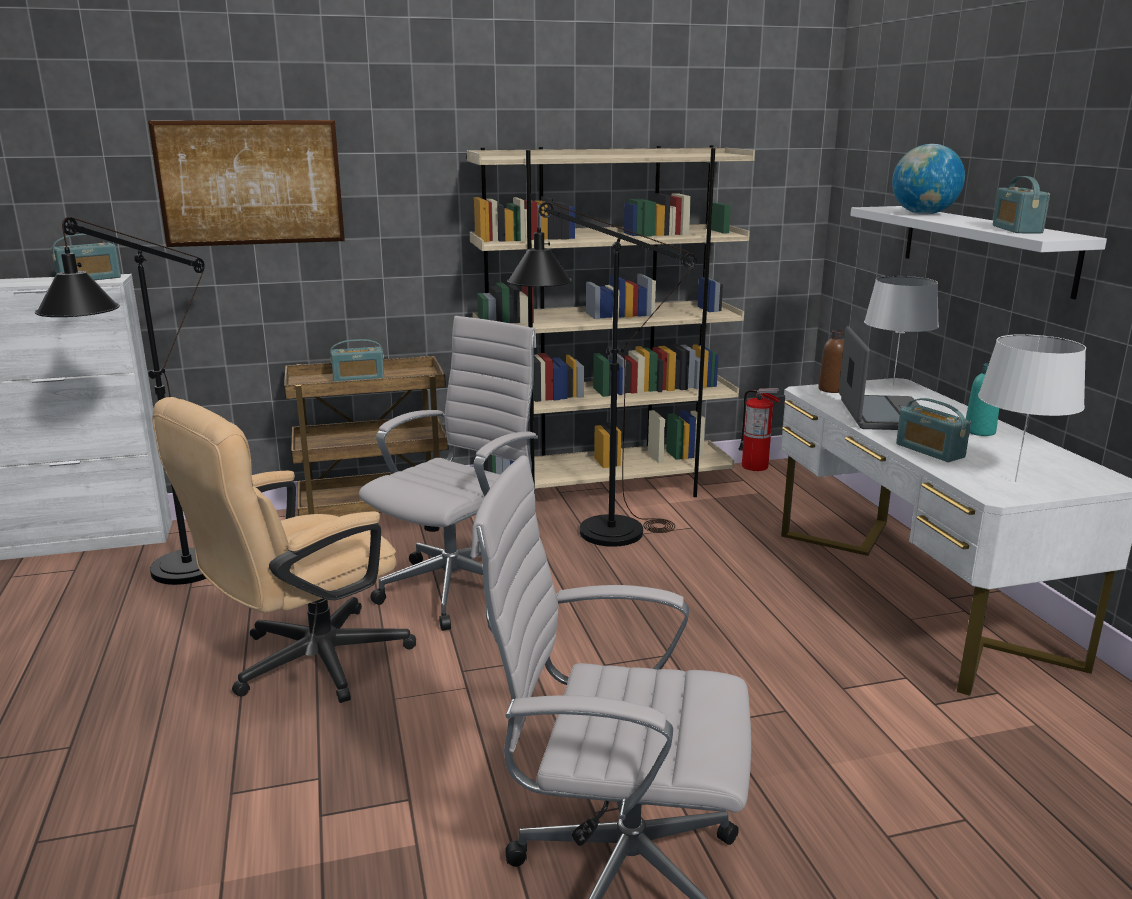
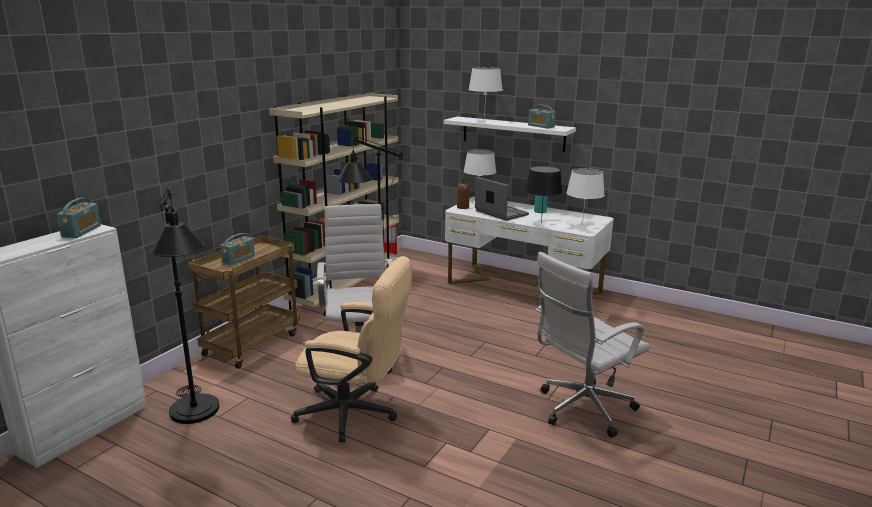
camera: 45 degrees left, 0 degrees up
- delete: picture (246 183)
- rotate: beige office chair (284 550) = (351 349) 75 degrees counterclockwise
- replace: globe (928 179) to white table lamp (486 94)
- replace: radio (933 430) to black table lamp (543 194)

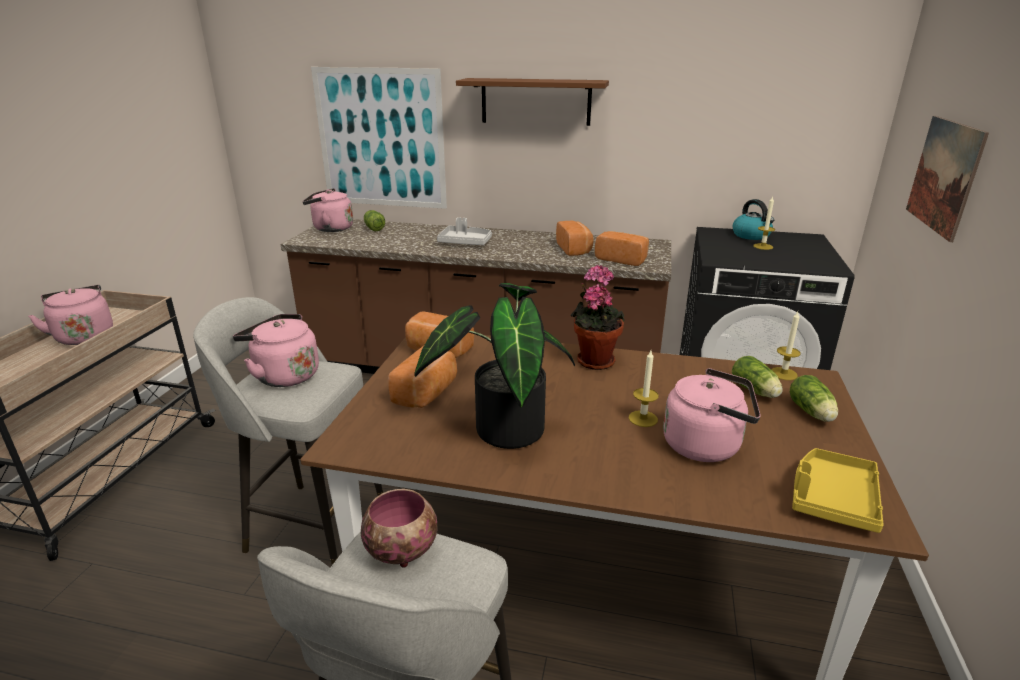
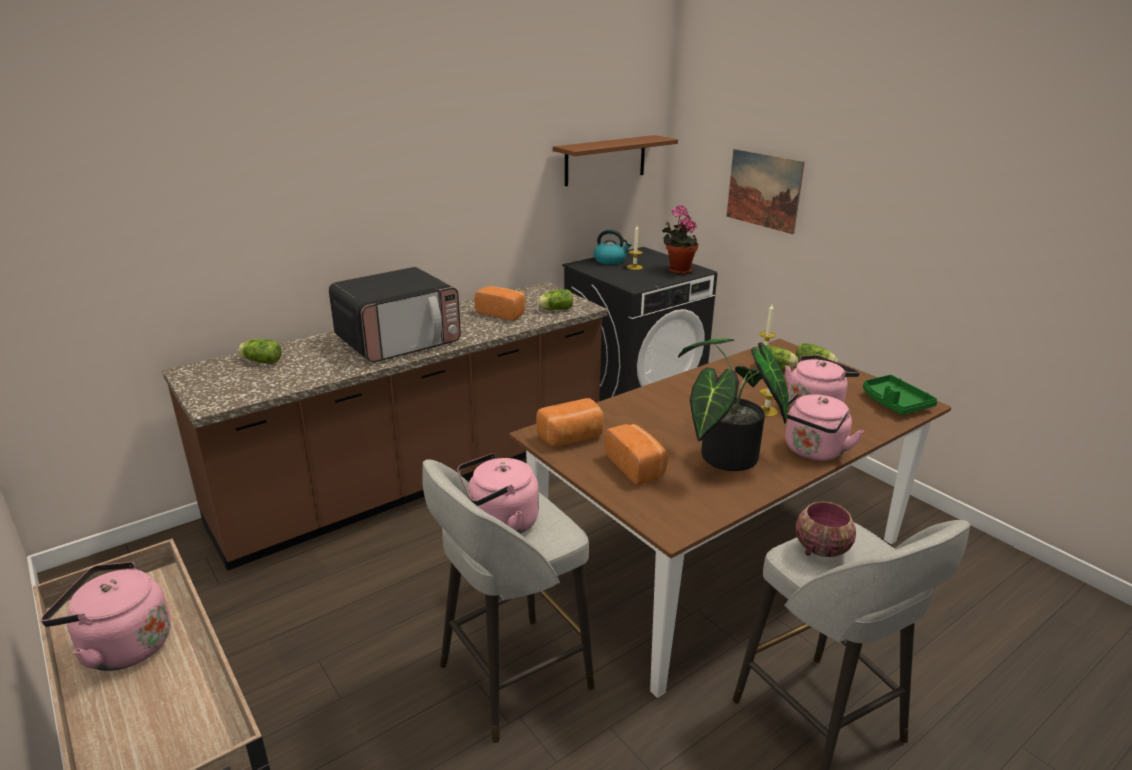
camera: 50 degrees left, 0 degrees up
- move: pink kettle (327 210) to (822 427)
- delete: picture (379 138)
- replace: grey tray (464 231) to microwave (395 315)
- move: brown shelf (532 102) to (615 160)
- move: potted plant (598 317) to (680 240)
- replace: bread (622 248) to lettuce (555 299)
- recolor: yellow tray (838 490) to green tray (900 395)

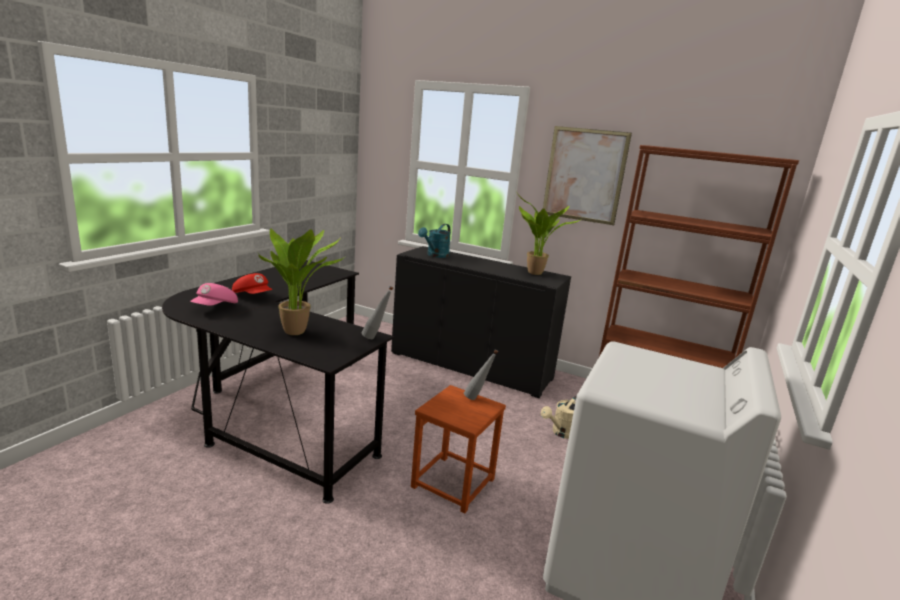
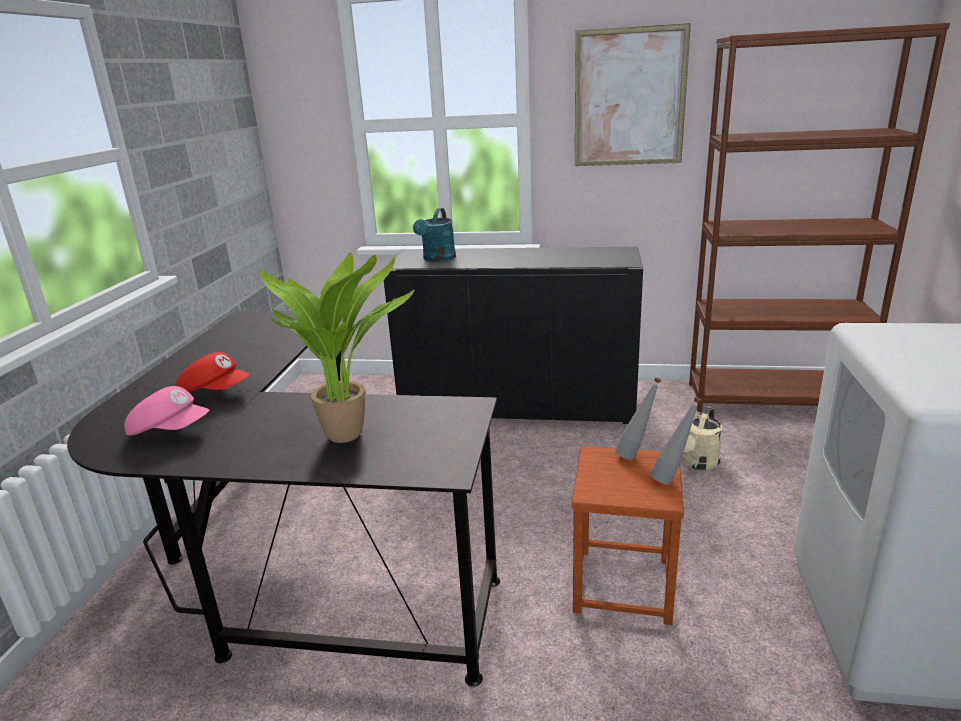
camera: 15 degrees left, 5 degrees up
- rotate: pink cap (214 294) = (166 410) 75 degrees counterclockwise
- move: grey bottle (377 312) to (675 441)
- delete: potted plant (548 233)

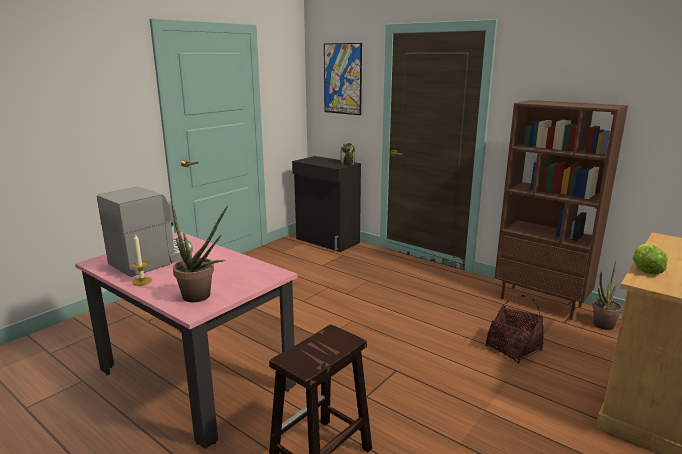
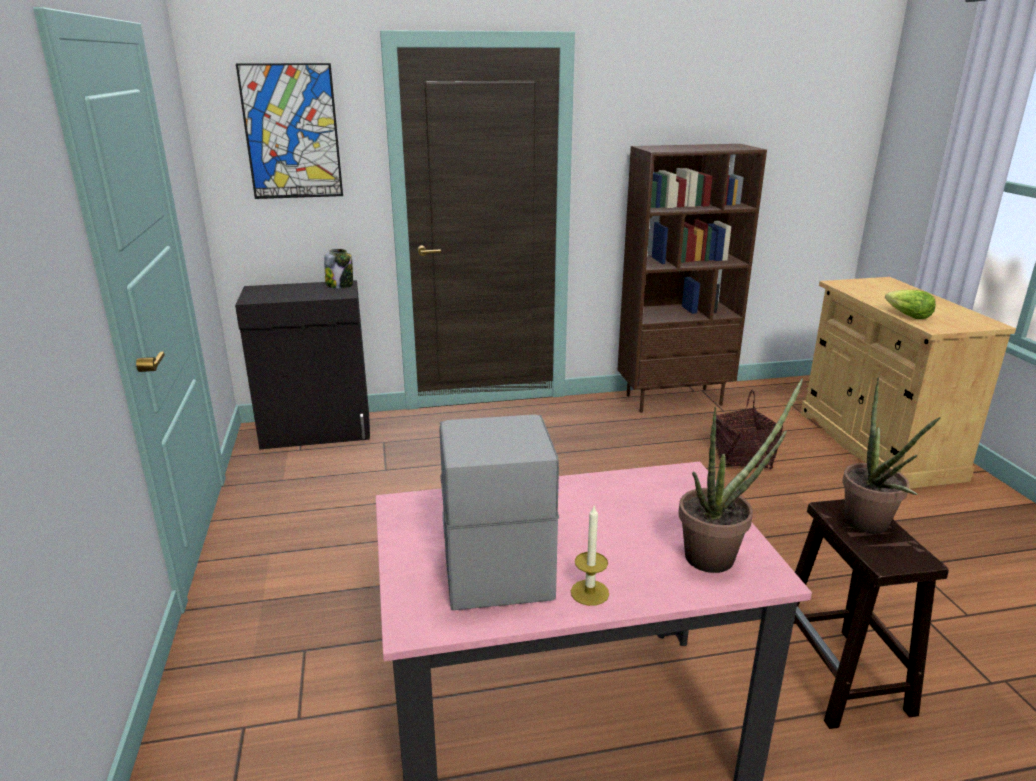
camera: 50 degrees left, 5 degrees up
- move: potted plant (607 295) to (891 455)

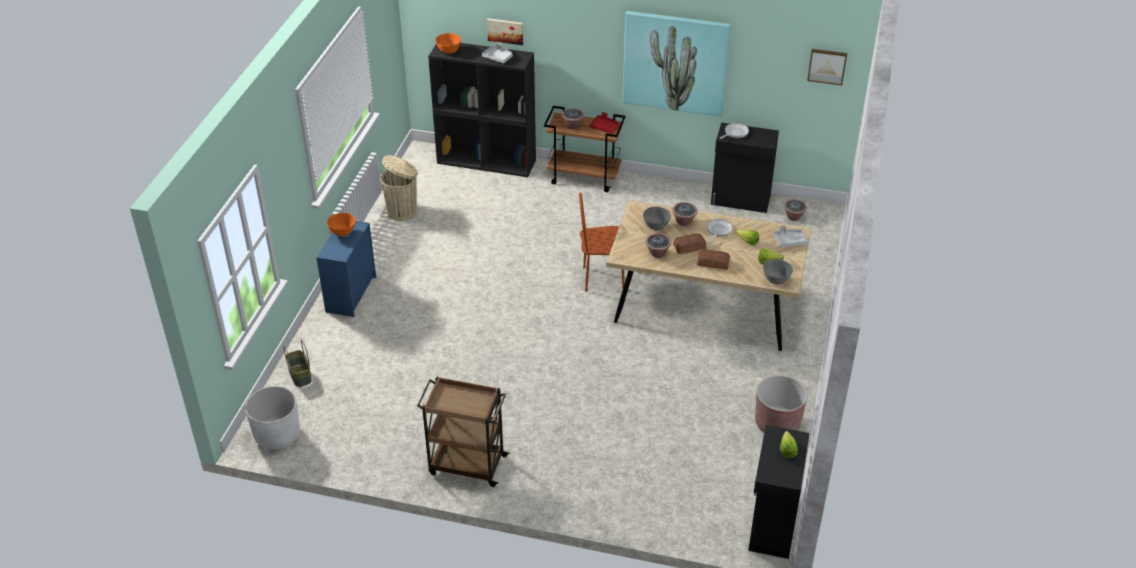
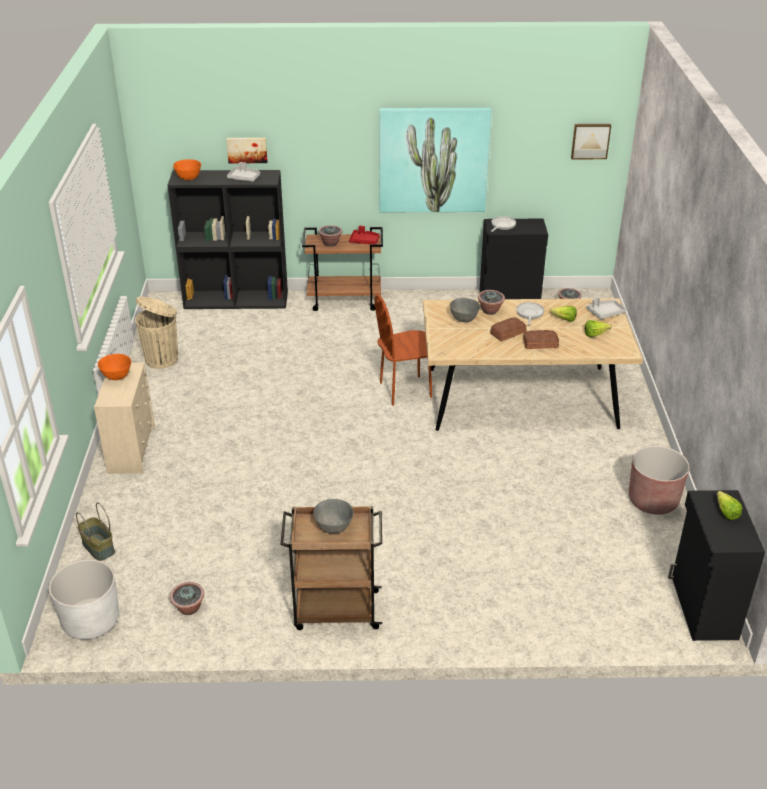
camera: 15 degrees left, 5 degrees down
- recolor: blue dresser (346 269) to beige dresser (124 418)
- move: potted plant (658 245) to (187 598)
- move: grey bowl (778 271) to (333 516)

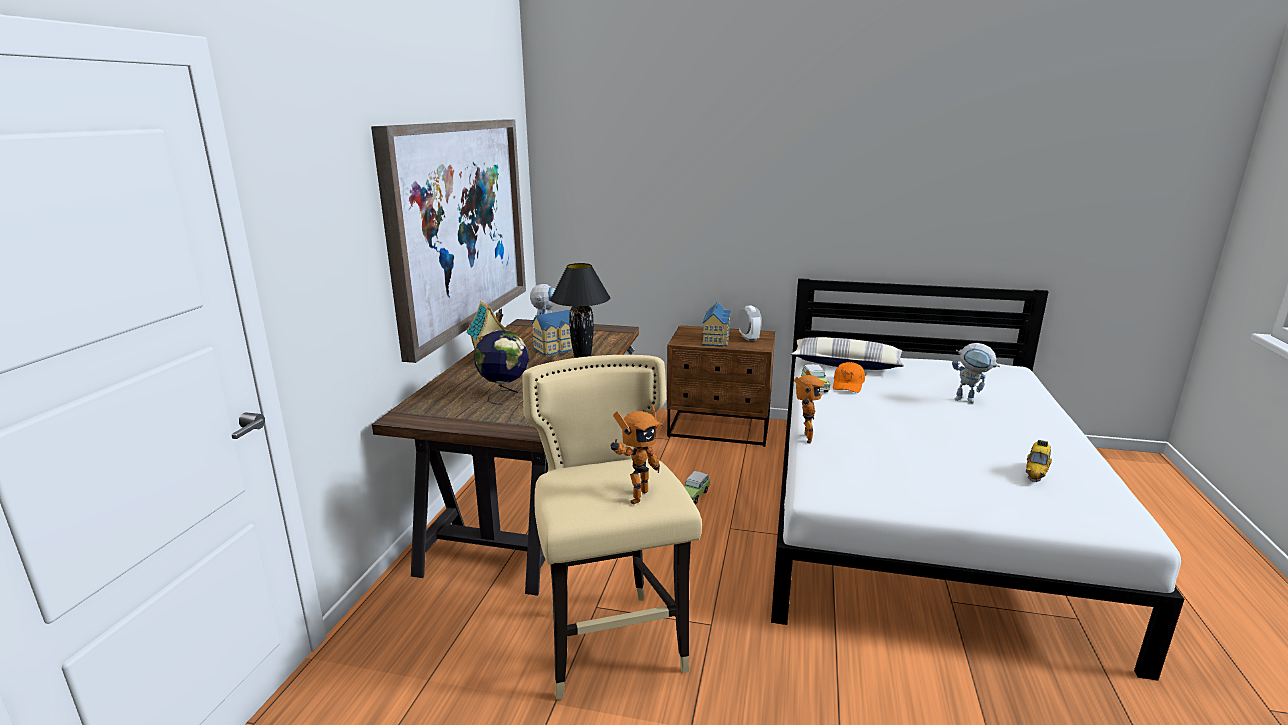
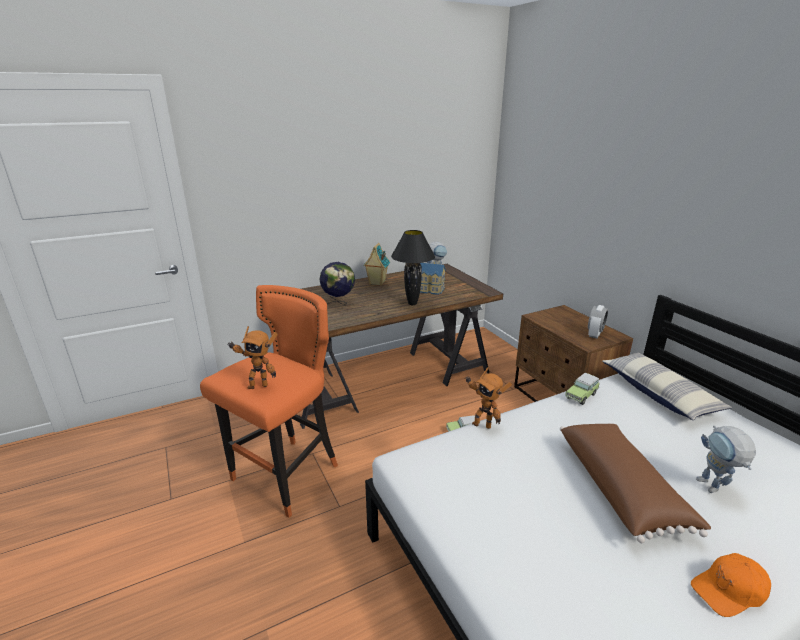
camera: 50 degrees right, 5 degrees up
- delete: picture (448 241)
- recolor: beige stool (612 527) to orange stool (269 401)
- delete: toy house (716 324)
- rotate: toy robot (810 406) = (488 398) 60 degrees clockwise
- move: orange cap (849 377) to (731 585)
- delete: toy car (1039 461)
- insert: brown pillow (635 483)

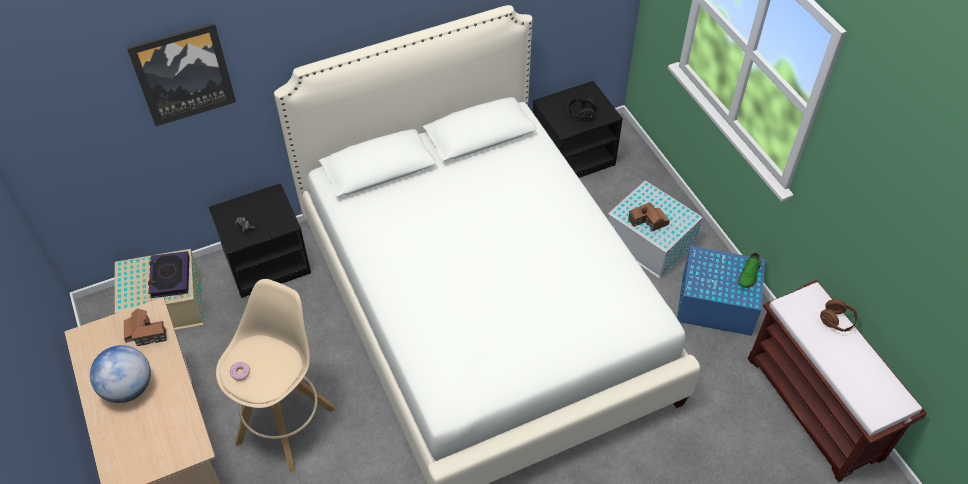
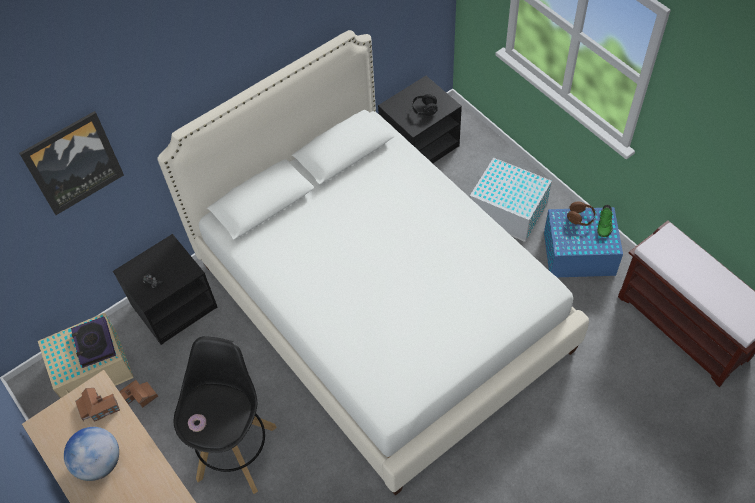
camera: 10 degrees left, 5 degrees up
- recolor: beige stool (275 375) to black stool (225 415)
- move: toy house (649 217) to (138 394)
- move: brown headphones (839 315) to (581 214)

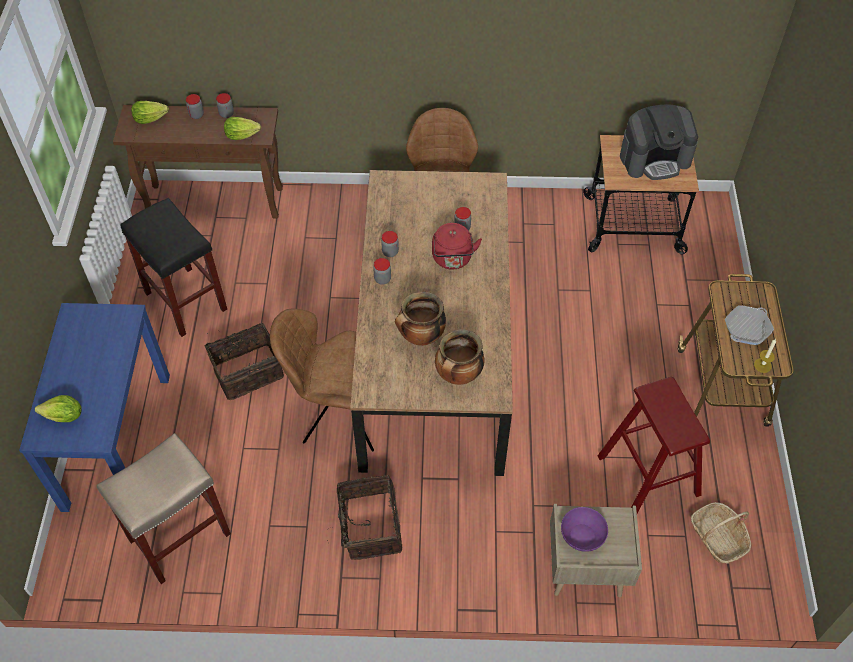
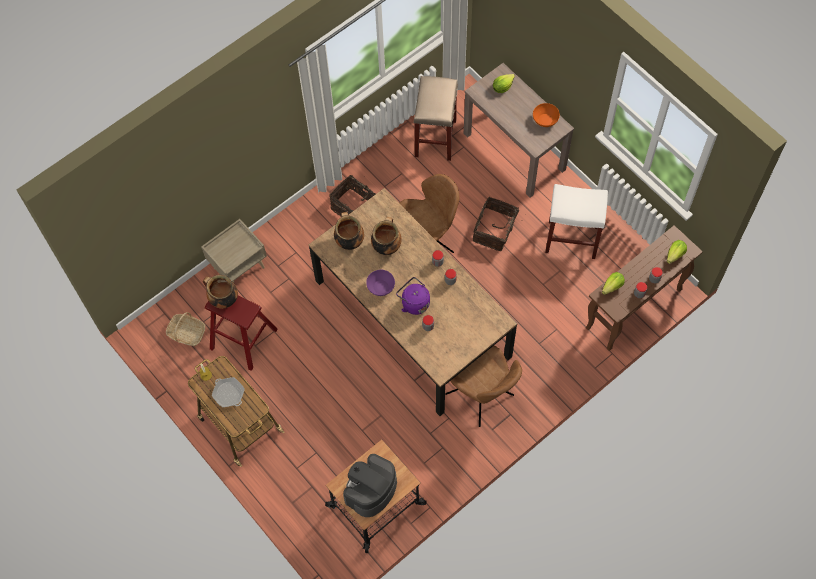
camera: 140 degrees right, 10 degrees up
- recolor: blue console table (94 407) to brown console table (519 130)
- recolor: black stool (173 267) to white stool (576 221)
- recolor: red kettle (457 246) to purple kettle (413 296)
- move: purple bowl (584 529) to (380 283)
- rotate: frying pan (749 325) = (228 392) 45 degrees counterclockwise
- insert: cooking pot (220 292)
- insert: orange bowl (546 115)

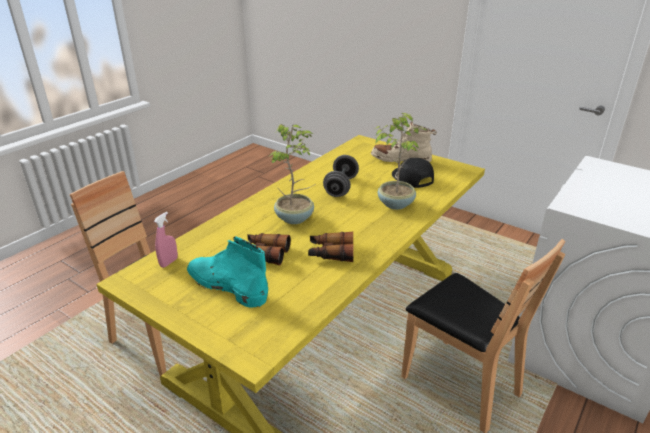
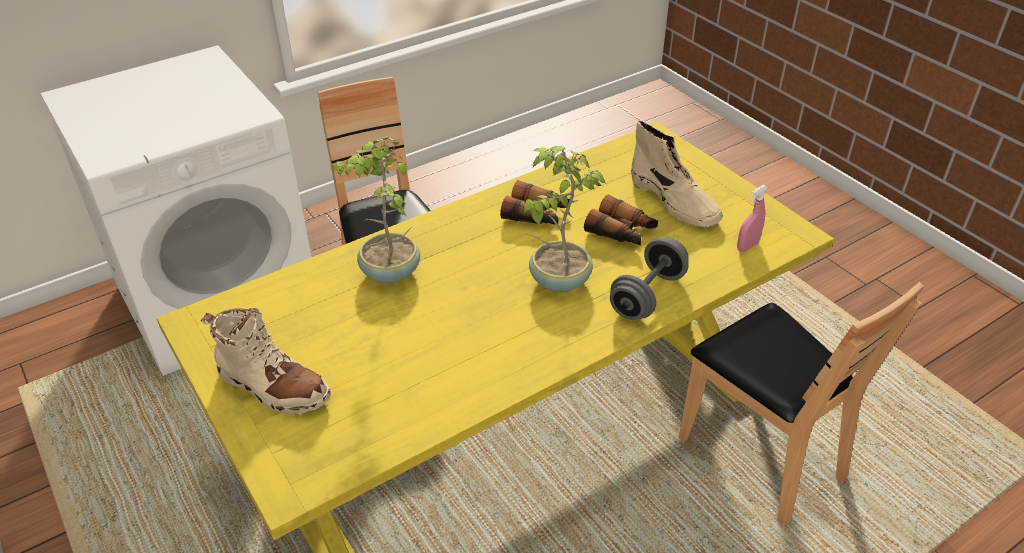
camera: 160 degrees left, 10 degrees up
- recolor: turquoise boot (227 272) to beige boot (677 173)
- move: grey dumbbell (341 176) to (649 278)
- delete: black cap (413 173)

